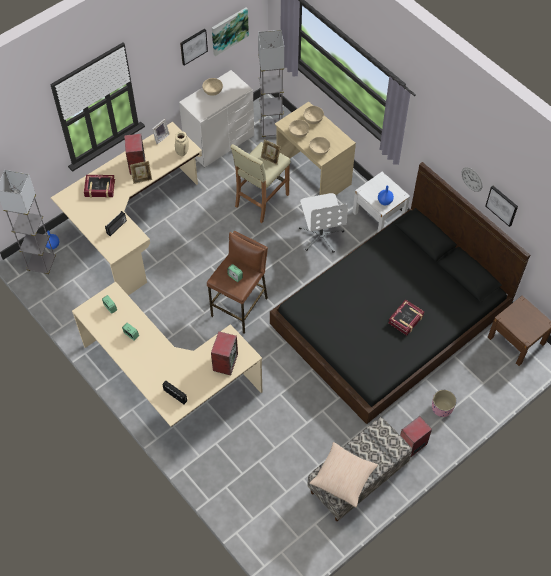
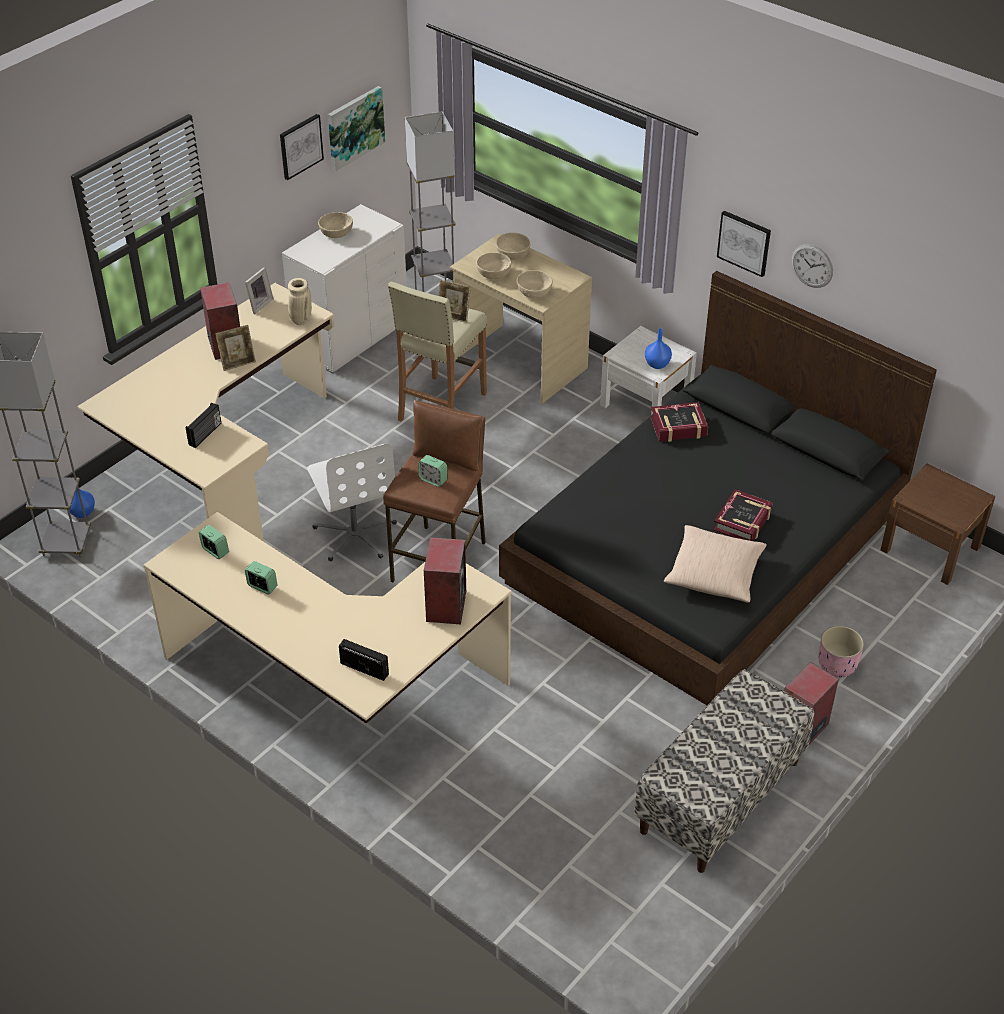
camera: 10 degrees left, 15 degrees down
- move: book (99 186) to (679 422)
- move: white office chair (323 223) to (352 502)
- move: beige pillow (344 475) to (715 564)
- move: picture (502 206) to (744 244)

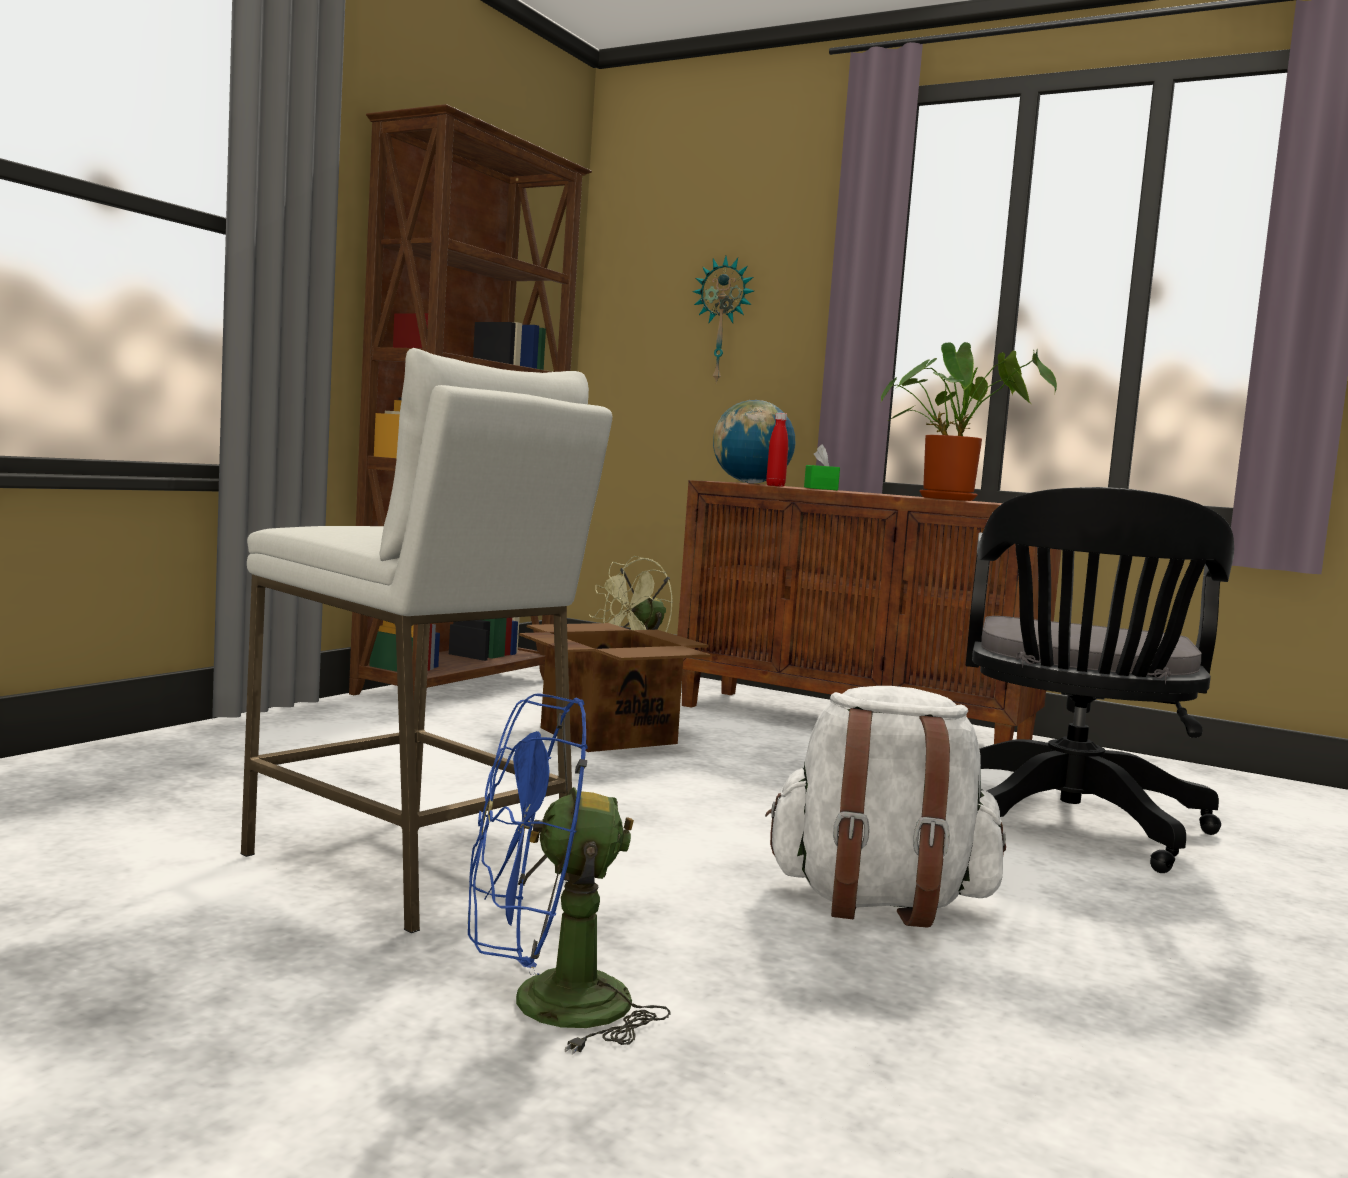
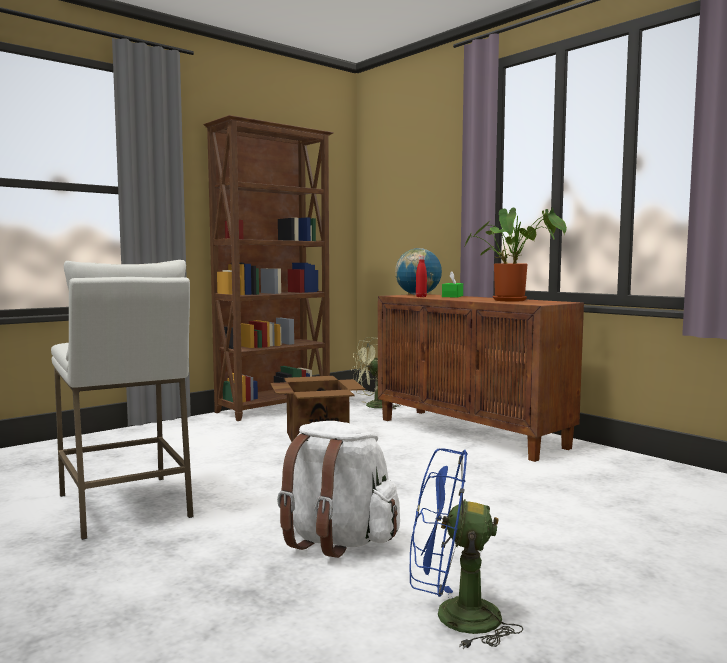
camera: 20 degrees right, 0 degrees up
- move: blue fan (569 874) to (466 548)
- delete: wall clock (723 320)
- delete: black office chair (1100 680)

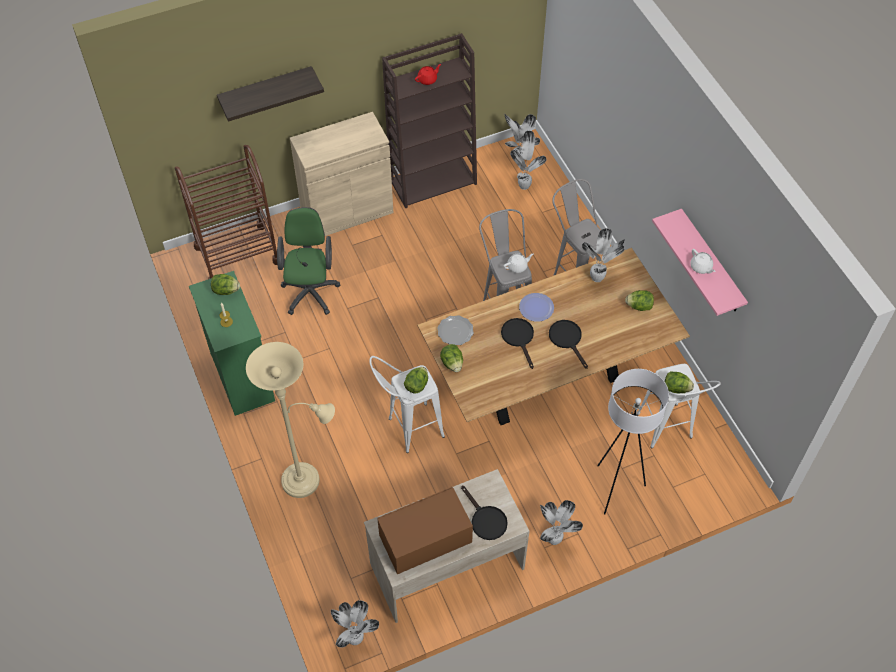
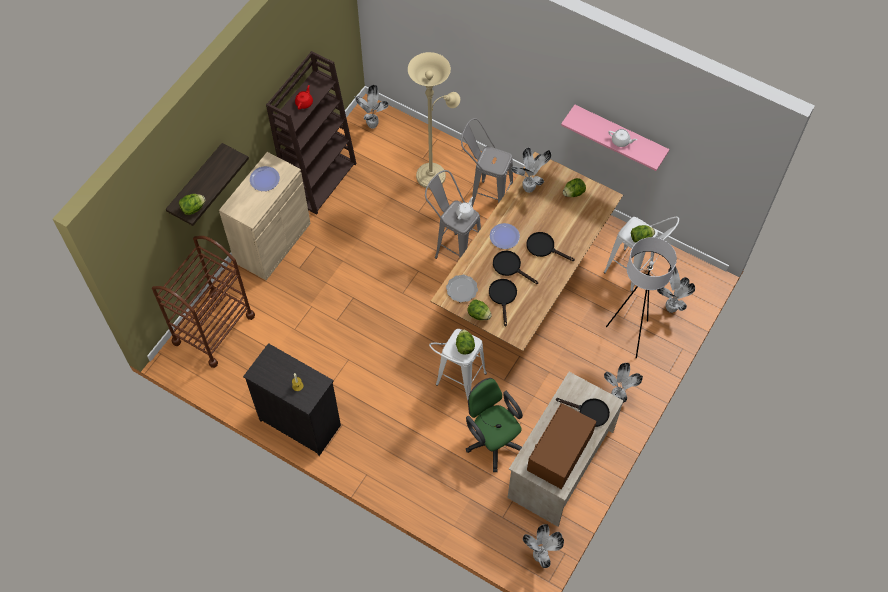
camera: 35 degrees left, 5 degrees up
- recolor: green dresser (232 343) to black dresser (292 399)
- move: lettuce (225 284) to (192 204)
- move: beige floor lamp (290 420) to (434 120)
- move: green office chair (308 261) to (494 425)
- move: potted plant (528 160) to (676 289)
- insert: plate (265 178)
- insert: black frying pan (503 303)

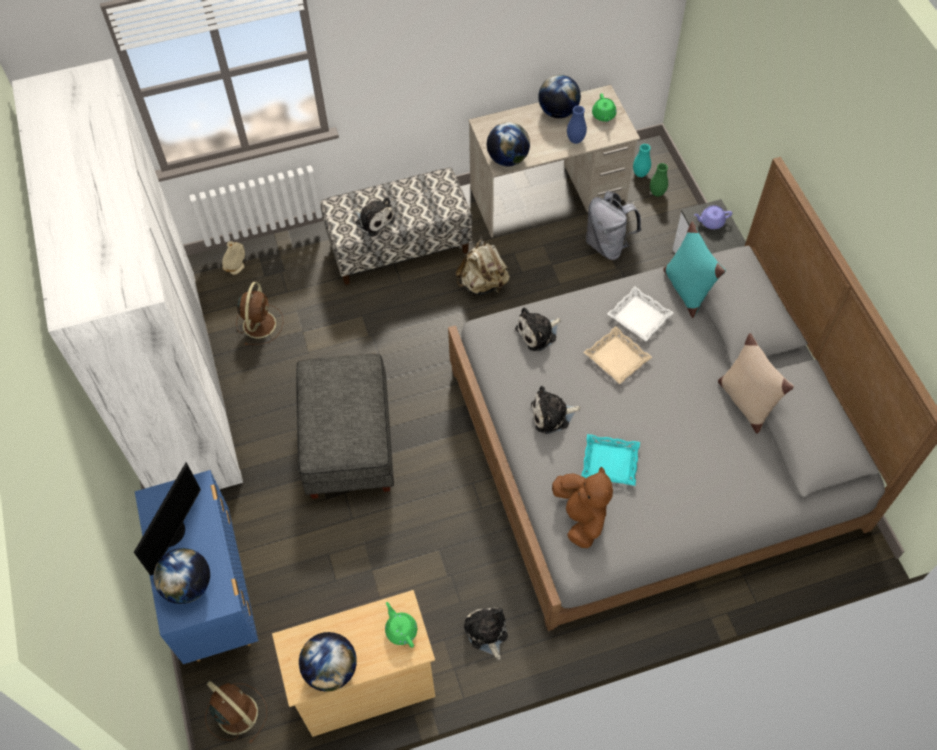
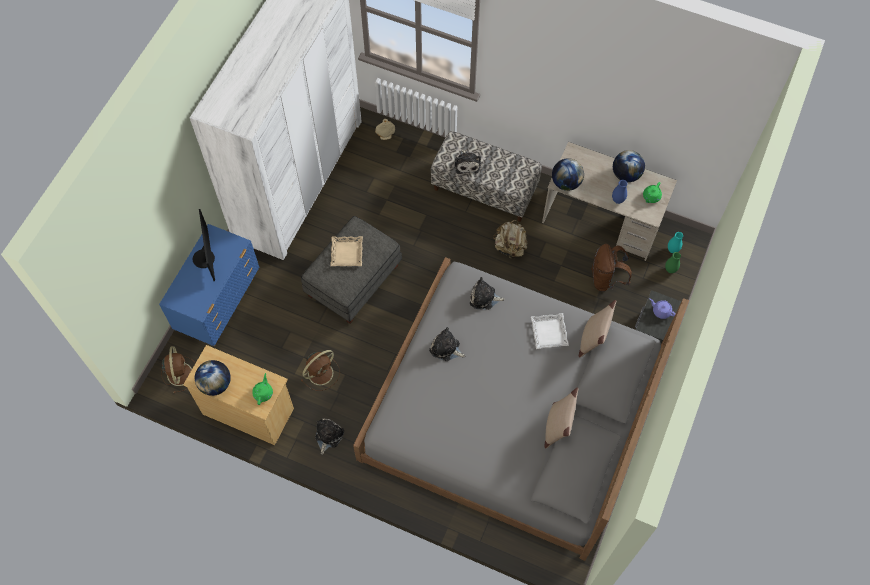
camera: 40 degrees right, 5 degrees up
- rotate: monitor (167 519) = (204 245) 75 degrees counterclockwise
- delete: globe (181 576)
- move: brown fan (259 313) to (320 370)
- delete: brown plush toy (582 507)
- delete: turquoise tray (610 460)
- move: beige tray (618 355) to (346 251)
- recolor: grey backpack (613 225) to brown backpack (611 268)
- recolor: turquoise pillow (694 269) to beige pillow (597 328)

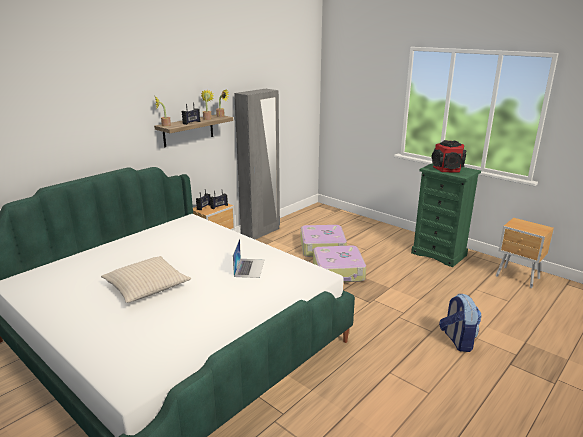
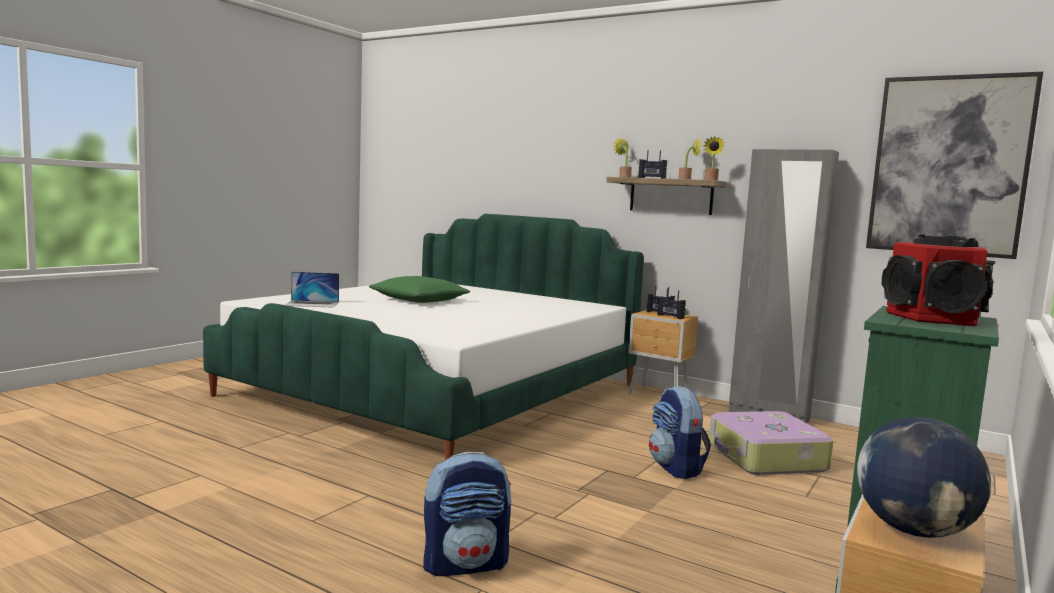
camera: 80 degrees right, 15 degrees down
- recolor: beige pillow (146 279) to green pillow (419 289)
- move: laptop (249 258) to (312 290)
- replace: suitcase (339 263) to backpack (680 432)
- insert: globe (924 477)
- insert: picture (954 165)

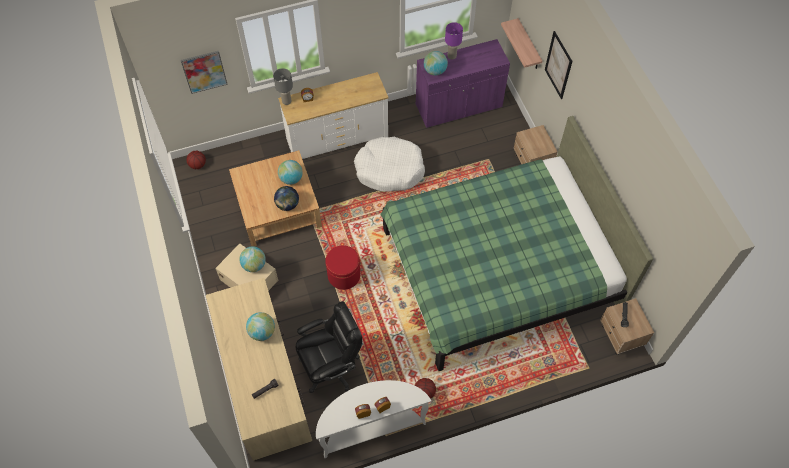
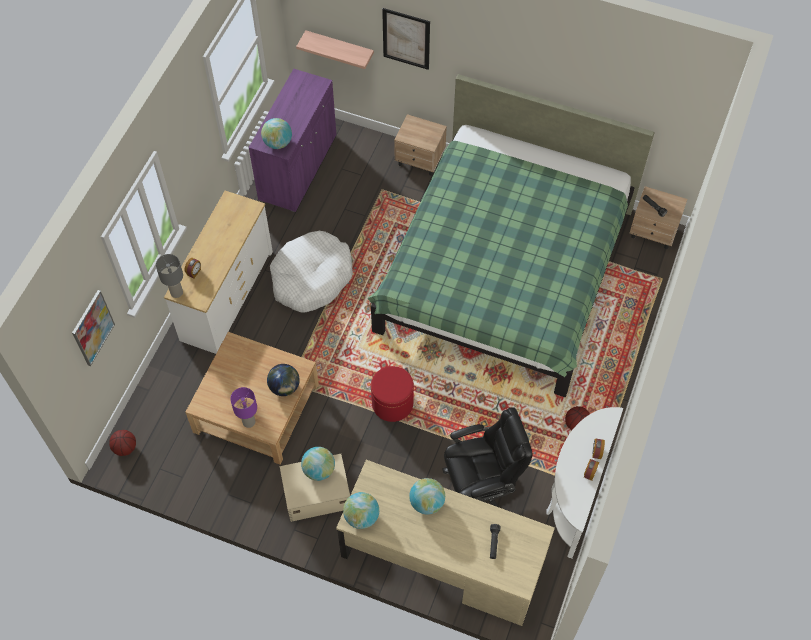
camera: 50 degrees left, 0 degrees up
- move: globe (290 172) to (361 510)
- rotate: black office chair (329 347) = (487 457) 60 degrees clockwise
- move: purple table lamp (454 40) to (243 407)

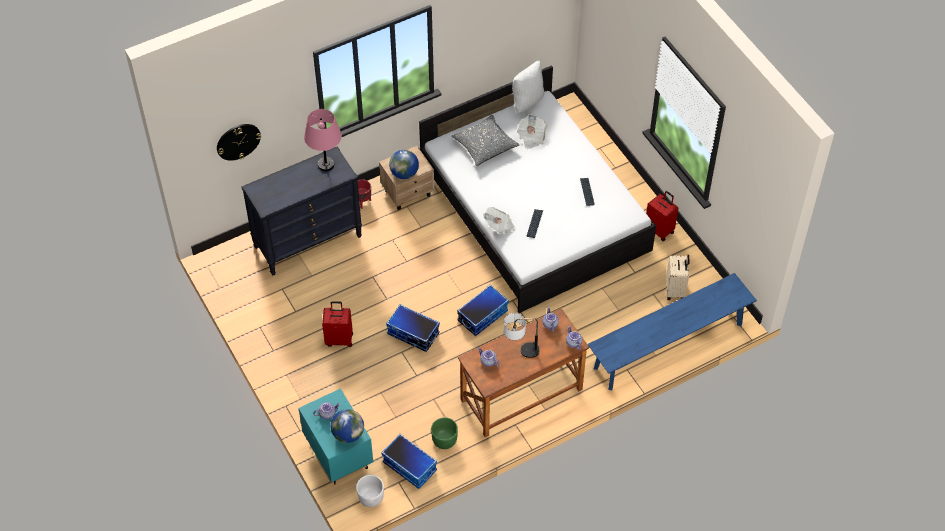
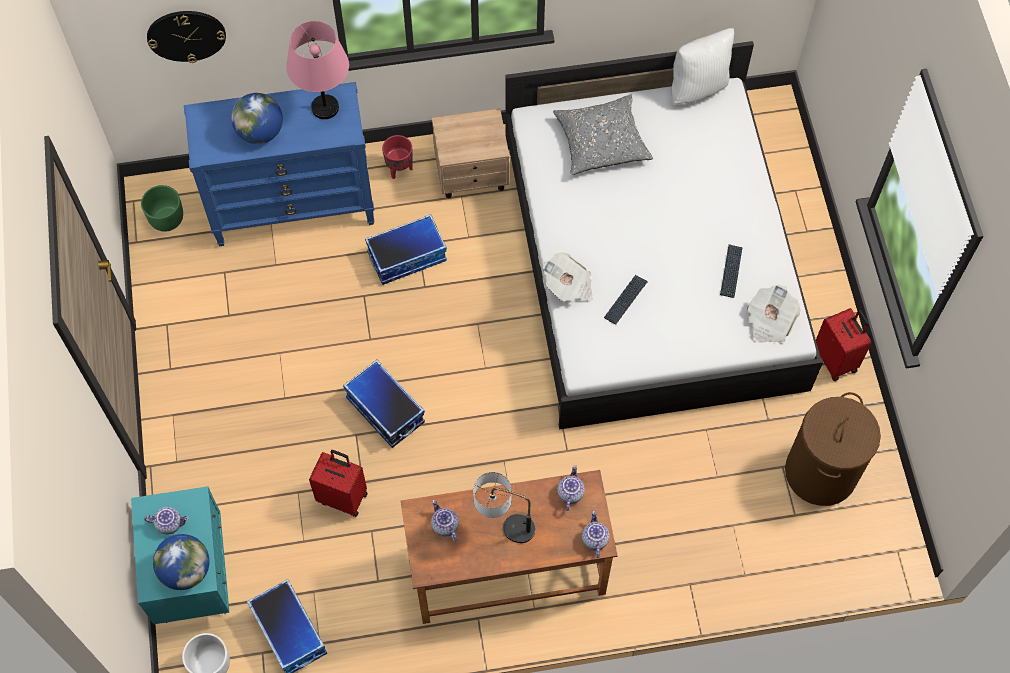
camera: 20 degrees right, 10 degrees up
- recolor: black dresser (302 211) to blue dresser (279 164)
- move: red suitcase (337 324) to (338 483)
- move: globe (404 164) to (257 118)
- move: green planter (444 433) to (162 208)
- move: storage box (483 310) to (406 249)
- move: newspaper (532 131) to (773 314)
- delete: blue bench (672 331)
- replace: beige suitcase (678 277) to brown laundry basket (833 449)

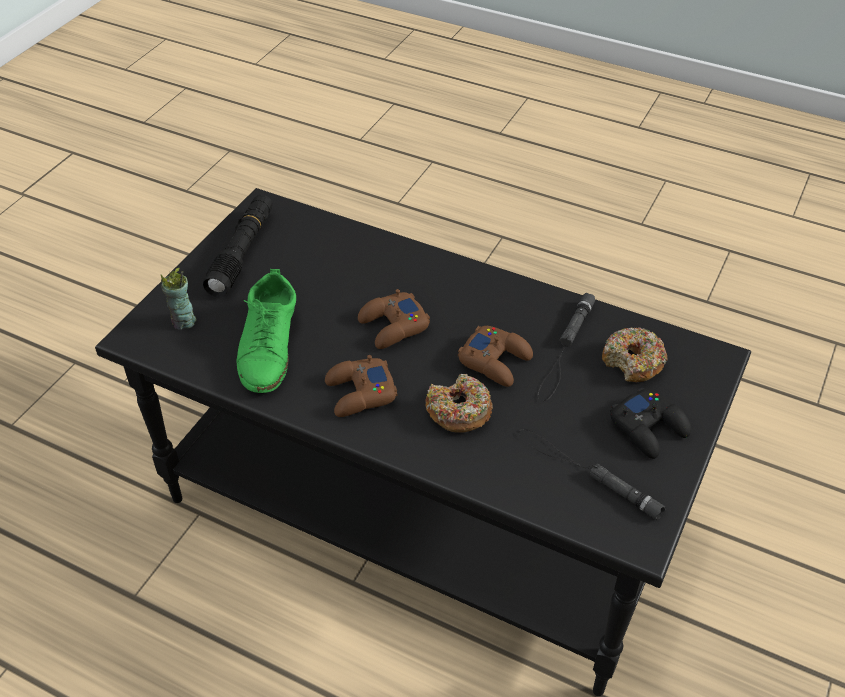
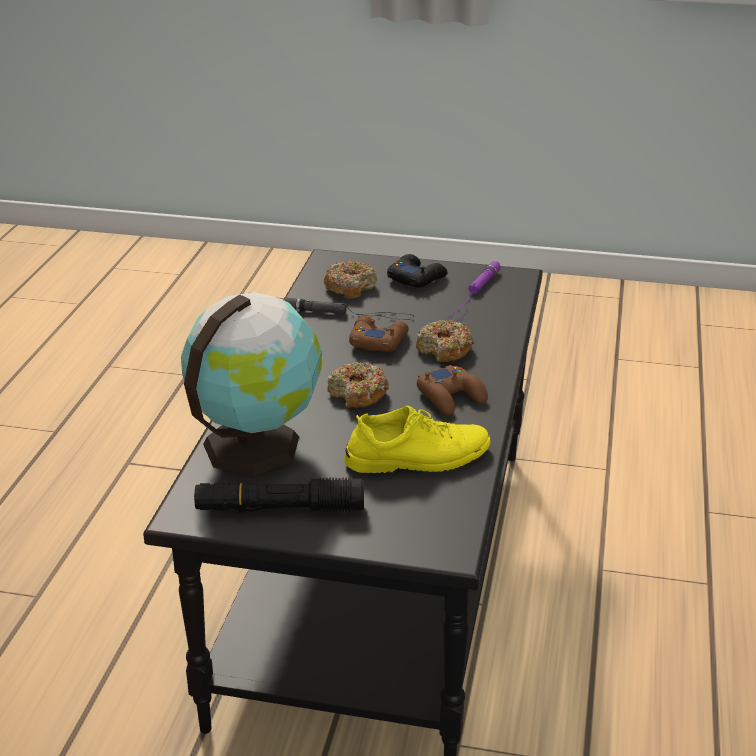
camera: 105 degrees left, 15 degrees down
- delete: cup (178 299)
- recolor: green shoe (266 331) to yellow shoe (417 439)
- replace: brown game controller (394 319) to donut (358 385)
- recolor: black flashlight (592 474) to purple flashlight (474 291)
- insert: globe (251 384)

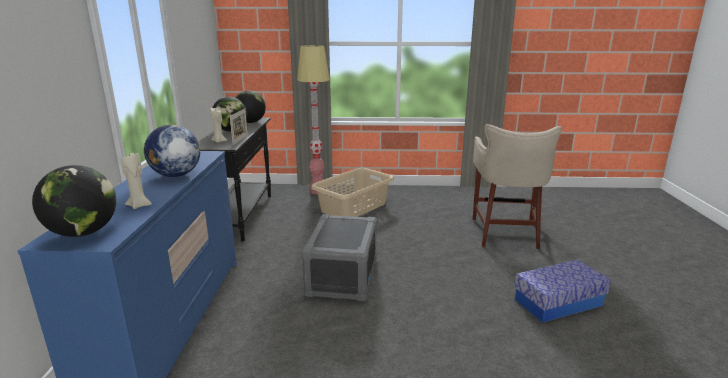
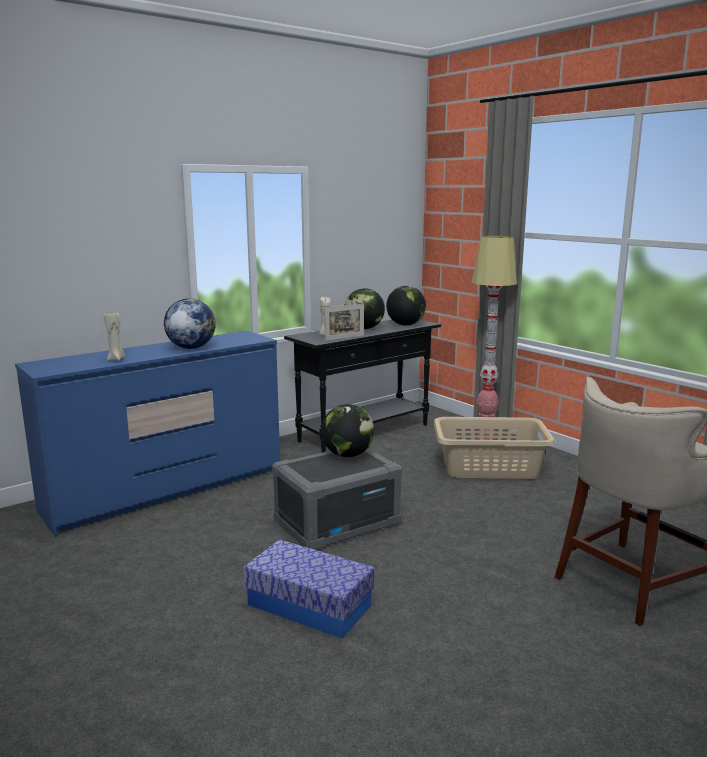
camera: 50 degrees right, 5 degrees down
- move: globe (74 201) to (347 430)
- move: storage box (562 291) to (308 589)

